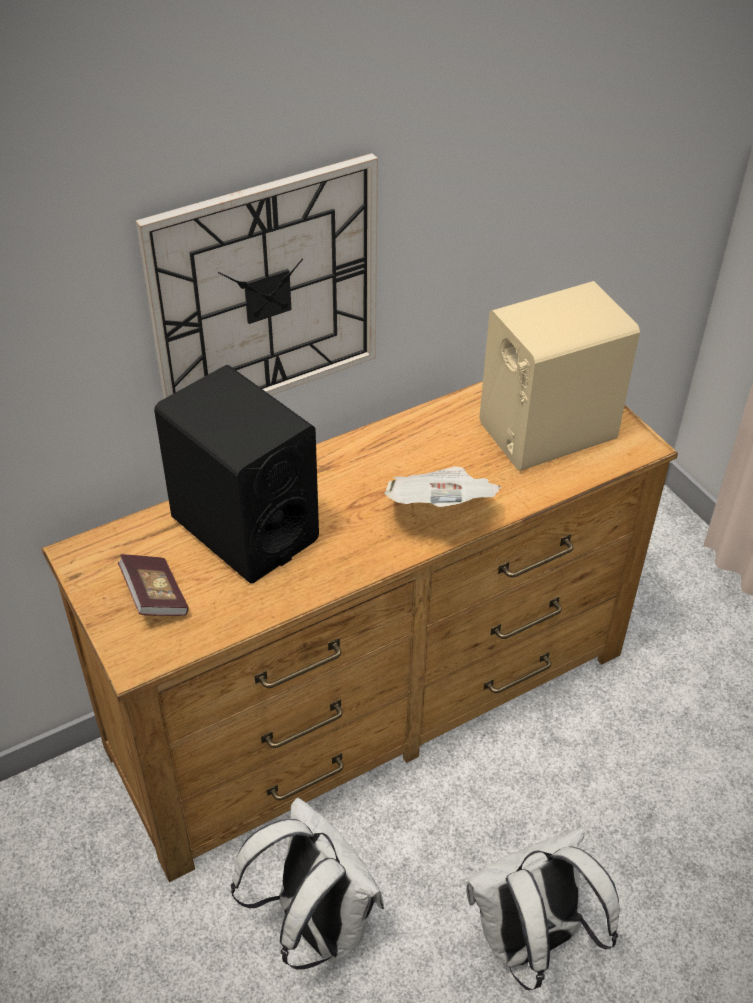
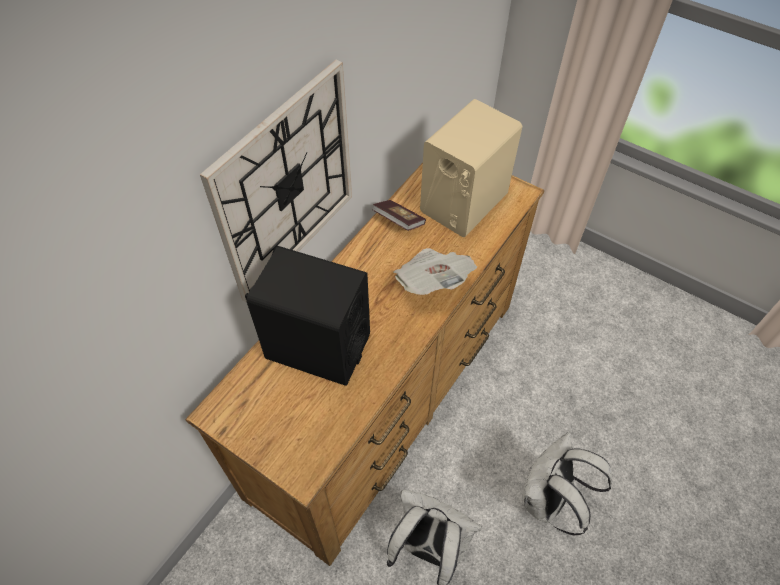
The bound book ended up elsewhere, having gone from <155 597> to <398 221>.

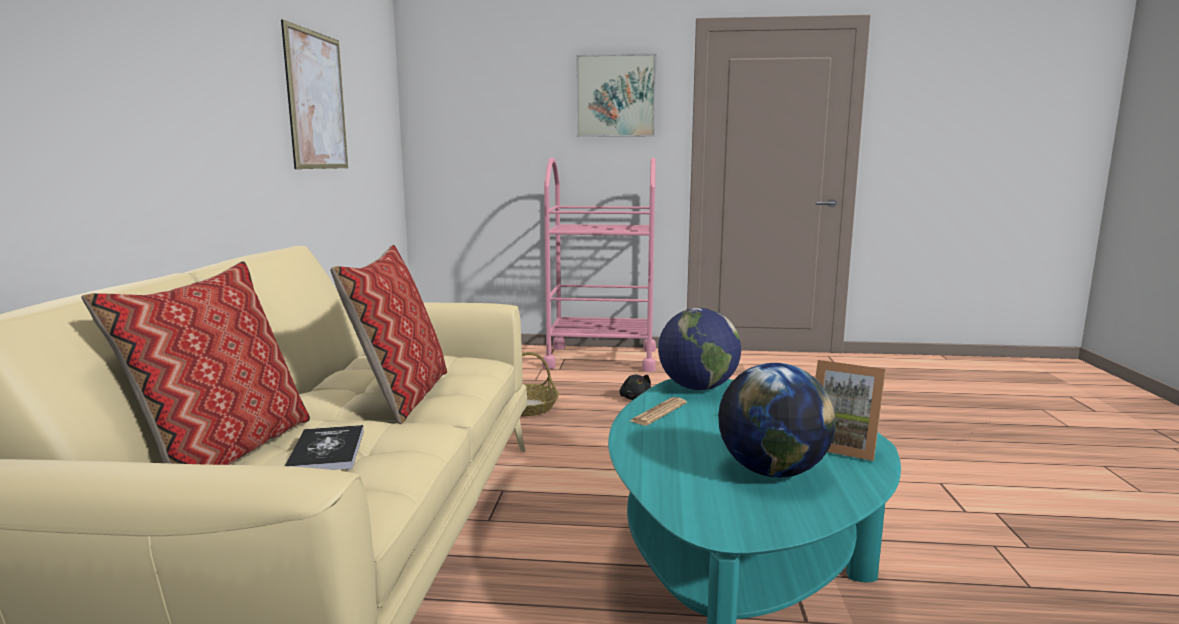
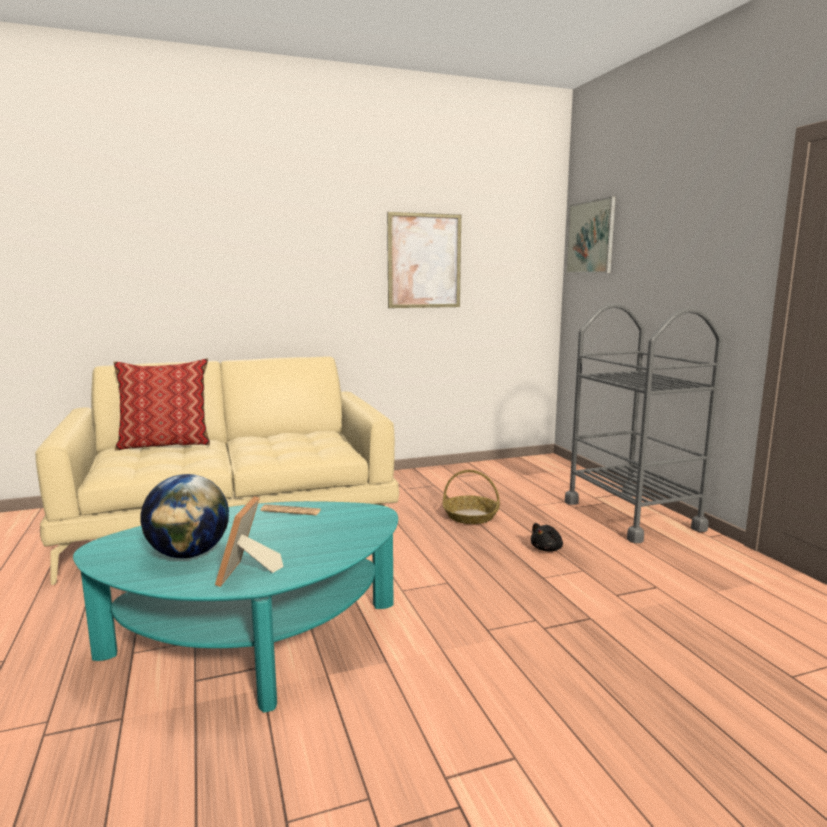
The second view lost the bound book at <326 451>. The second view lost the cushion at <401 396>. The second view lost the globe at <697 388>. The picture ended up elsewhere, having gone from <615 96> to <590 237>. What was the pink cart at <601 358> turned into the gray cart at <632 515>.

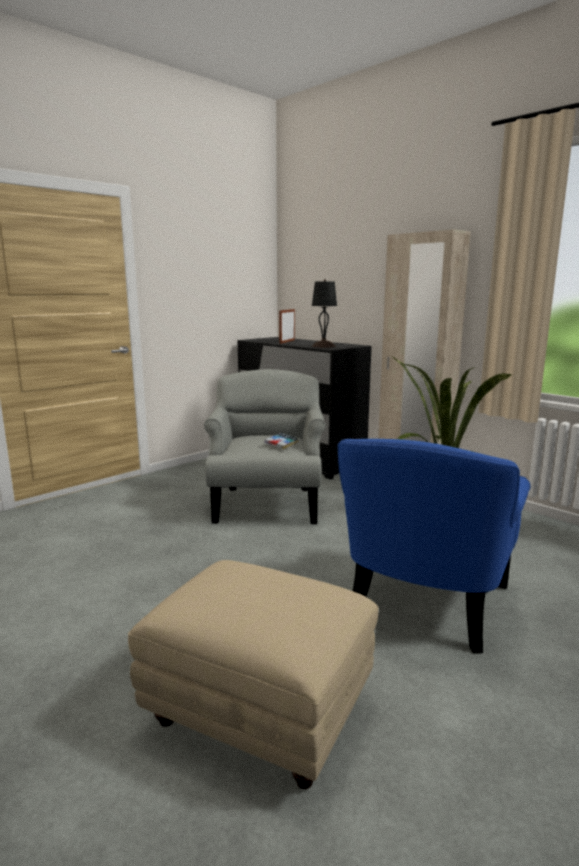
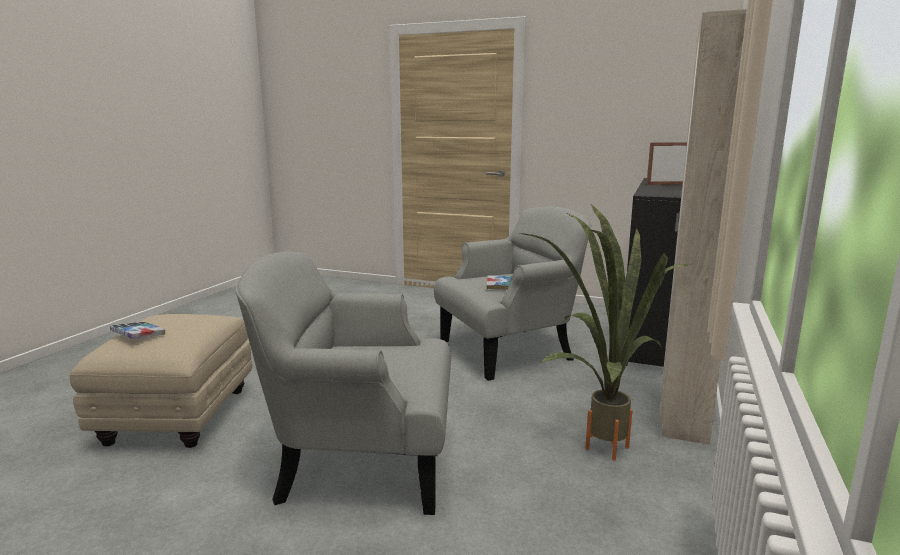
The second view lost the blackish tabletop lamp at <323 346>. The second view gained the bound book at <138 335>. What was the bluish easy chair at <425 601> turned into the gray easy chair at <361 461>.

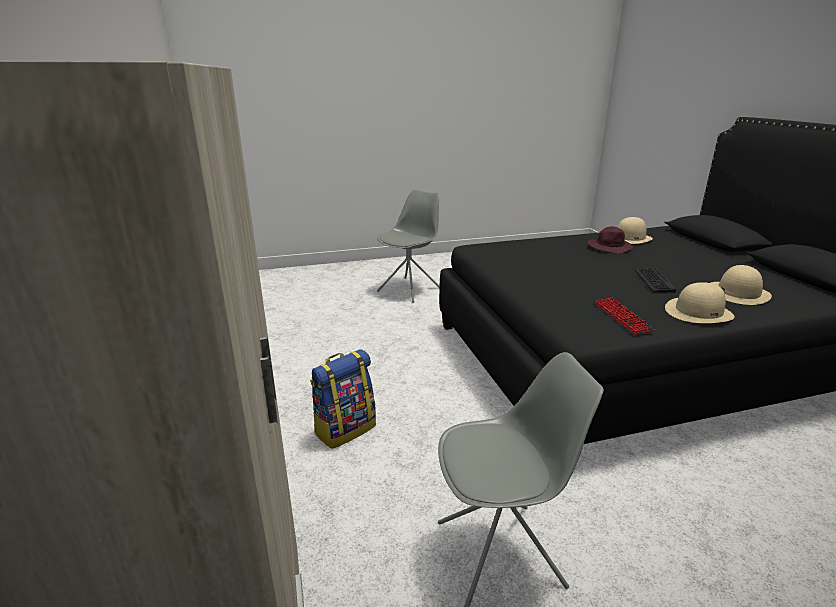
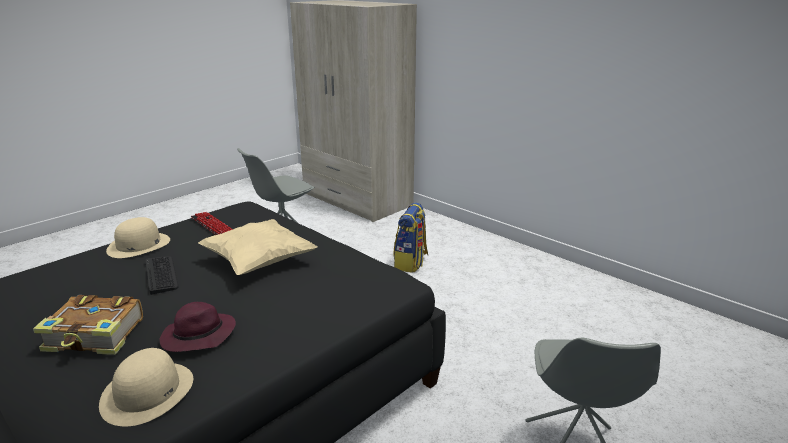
The second view lost the beige wearable hat at <738 293>. The second view gained the bound book at <96 336>. The second view gained the beige cushion at <259 263>.

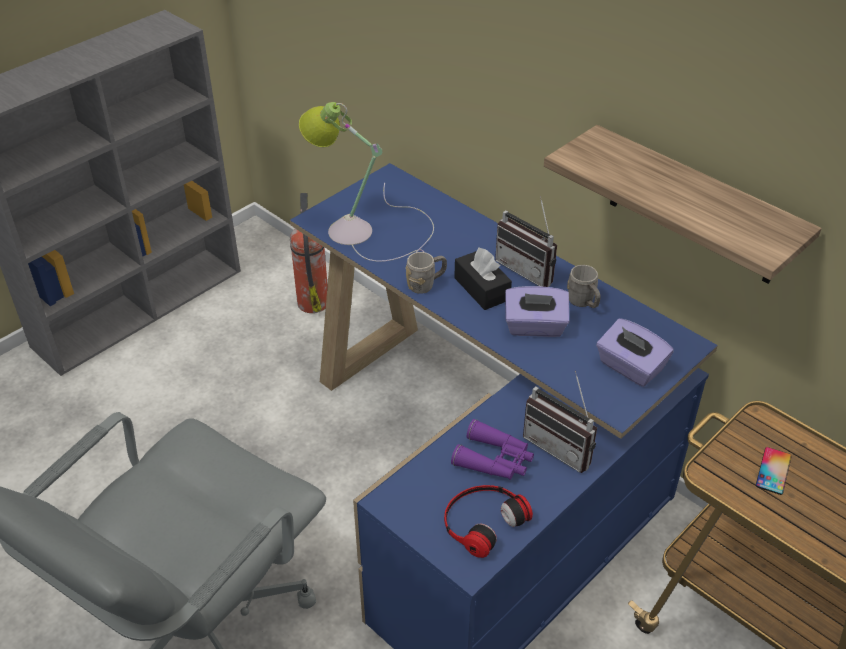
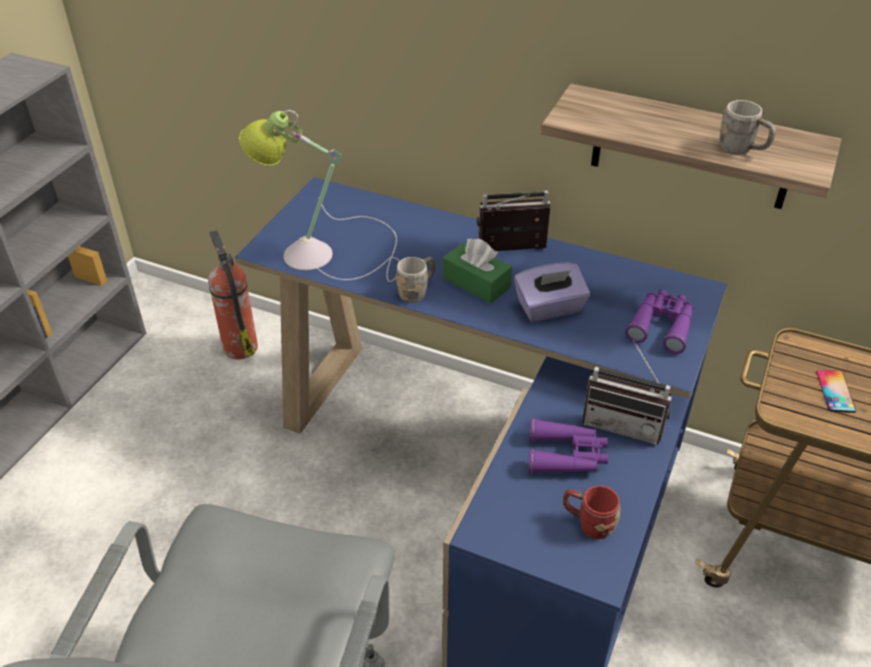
The gray tea mug ended up elsewhere, having gone from <583 303> to <742 150>. Where the headset stood at <482 521>, the red-coloured tea mug came to stand at <588 523>. Where the purple tissue box stood at <630 367>, the purple field glasses came to stand at <661 325>. What was the blackish tissue box at <482 289> turned into the greenish tissue box at <476 282>. The radio receiver at <529 269> ended up facing another way, 150 degrees clockwise from before.

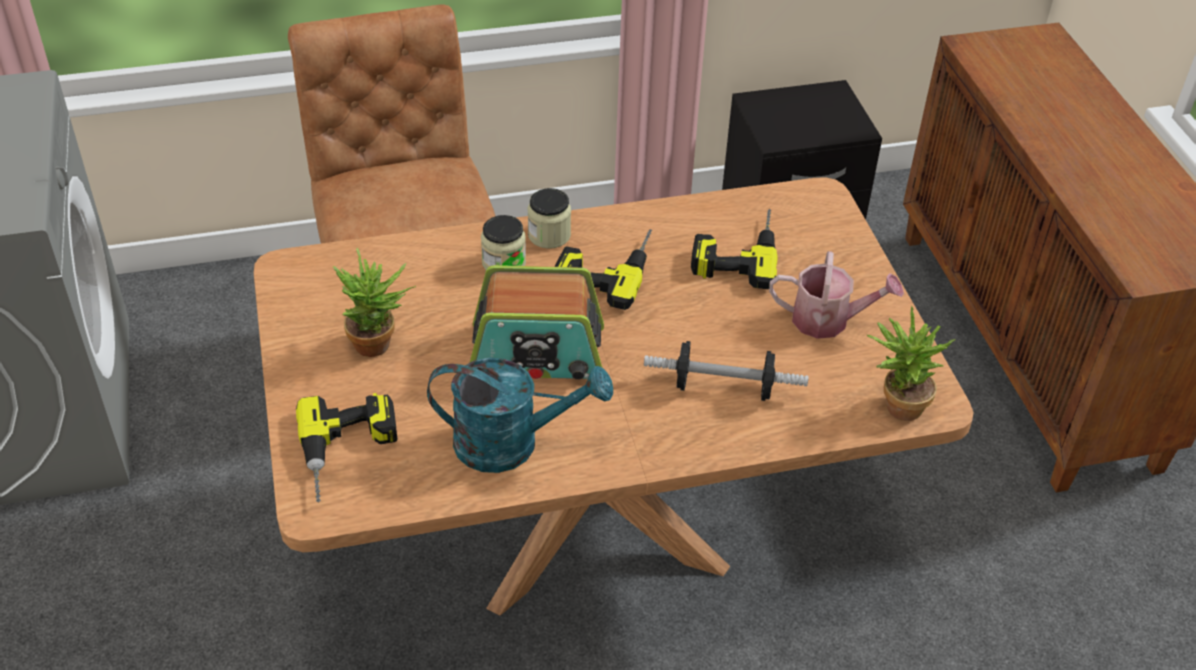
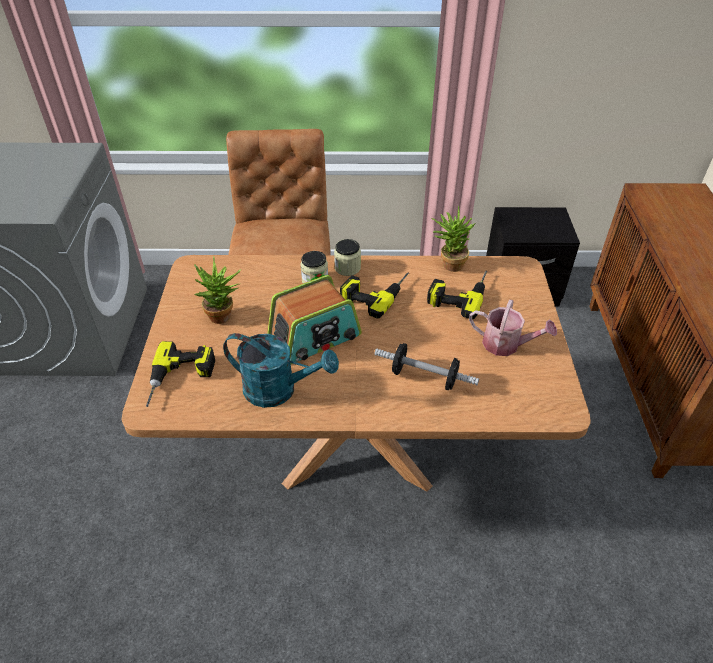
The potted plant ended up elsewhere, having gone from <896 406> to <449 264>. The radio receiver at <537 353> ended up facing another way, 45 degrees counterclockwise from before.

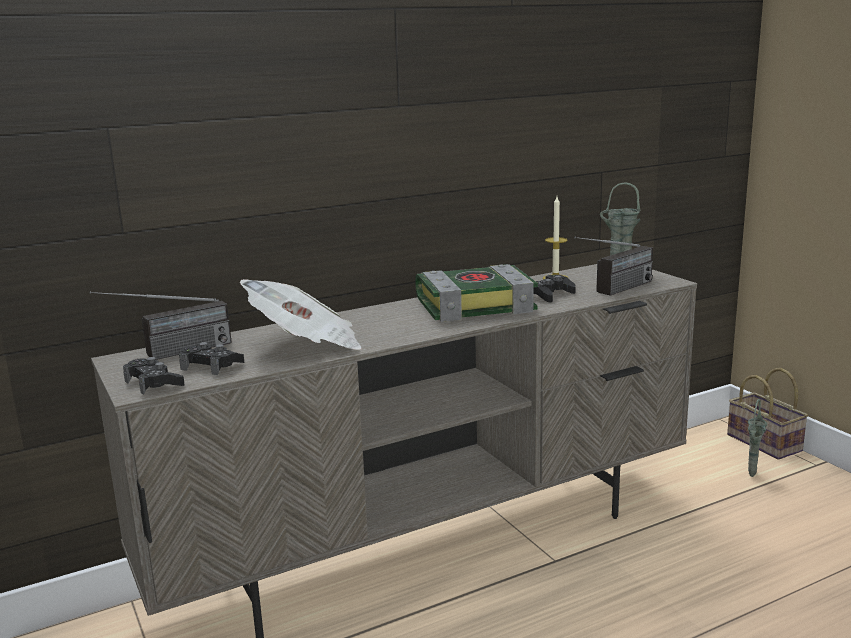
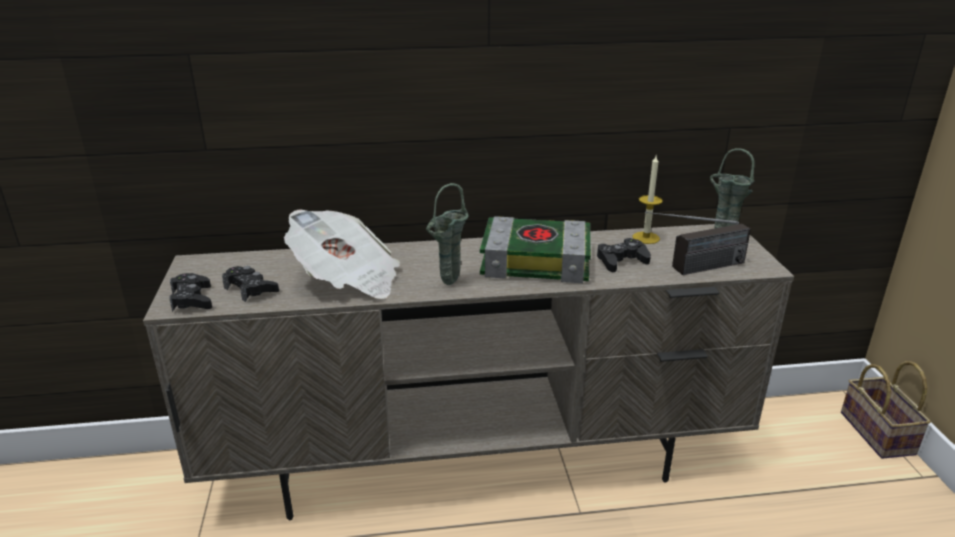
The second view lost the radio receiver at <168 354>. The greenish flower vase ended up elsewhere, having gone from <751 476> to <448 284>.

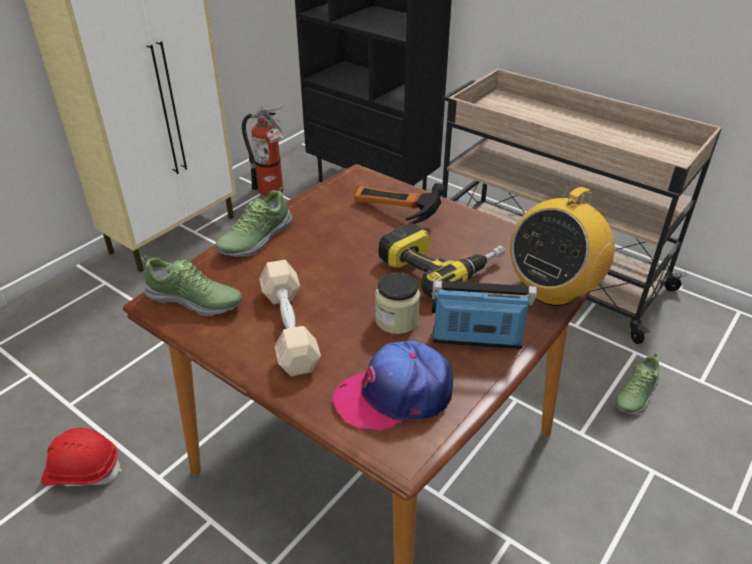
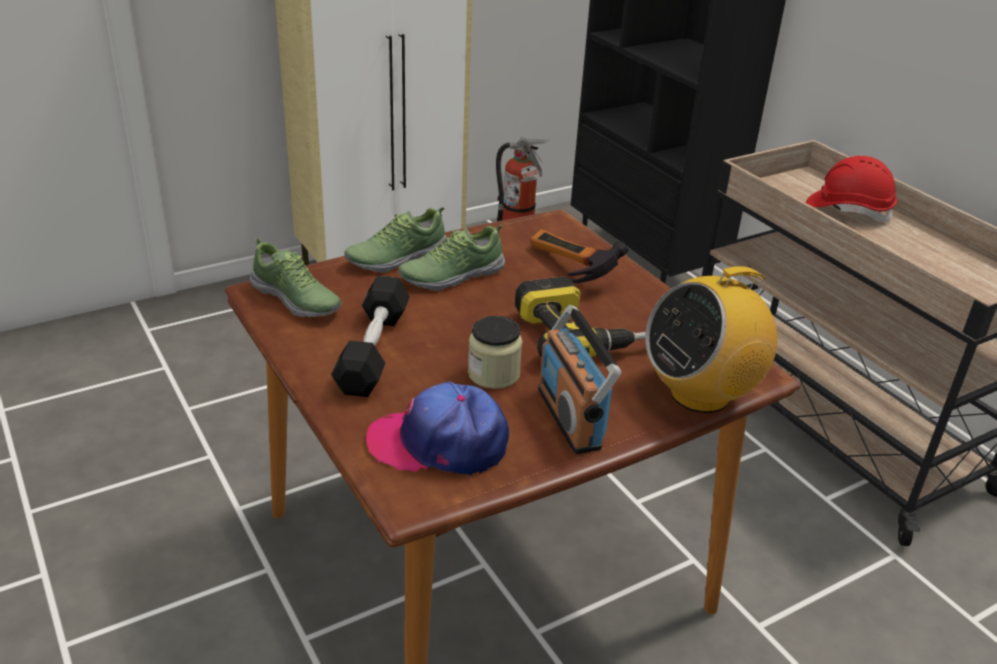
The red-coloured safety helmet ended up elsewhere, having gone from <82 470> to <848 210>. The item of footwear ended up elsewhere, having gone from <634 394> to <451 275>. What was the beige dumbbell at <289 328> turned into the blackish dumbbell at <373 350>. The radio receiver at <476 339> ended up facing another way, 135 degrees counterclockwise from before.

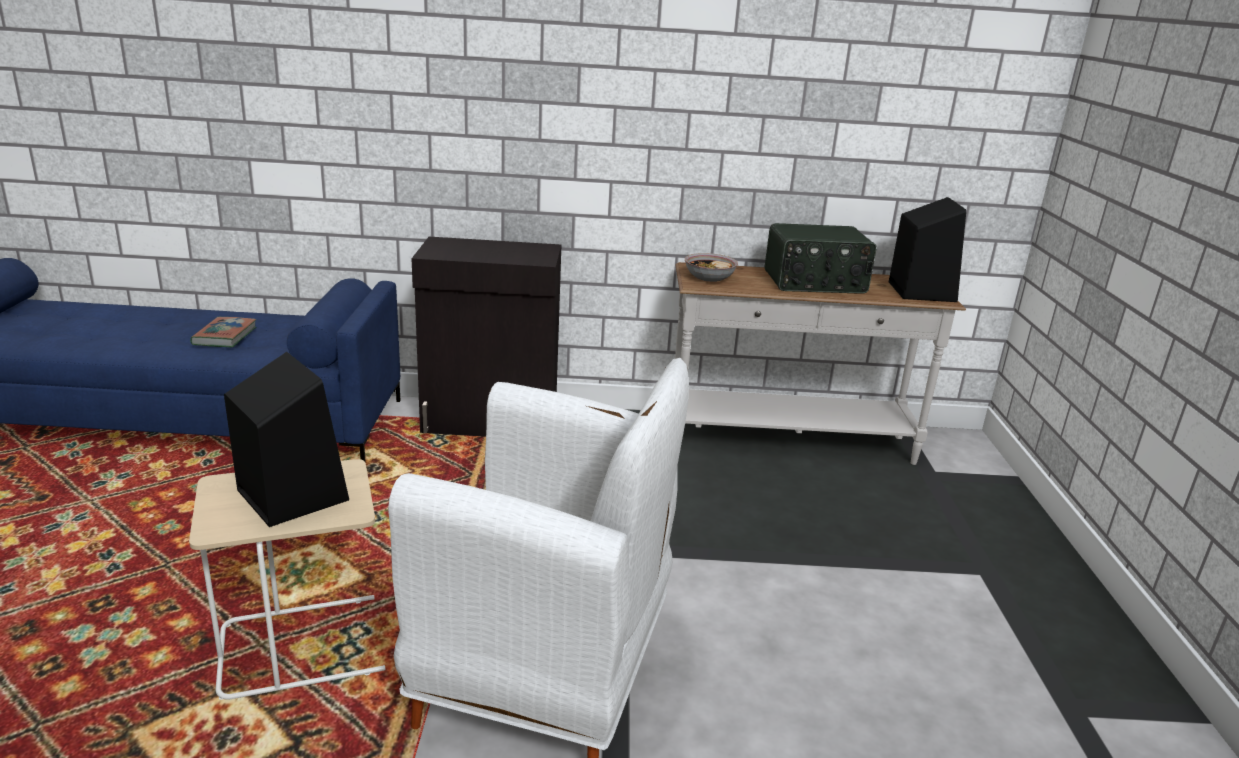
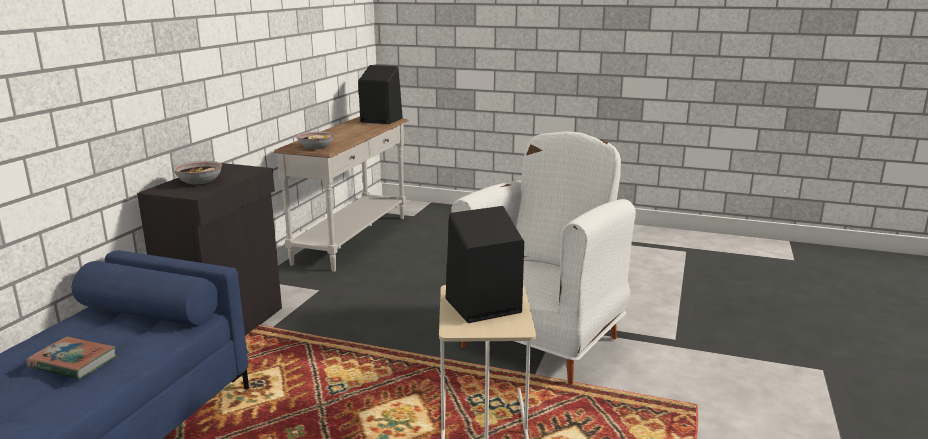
The second view lost the radio receiver at <815 283>. The second view gained the deep dish at <199 181>.

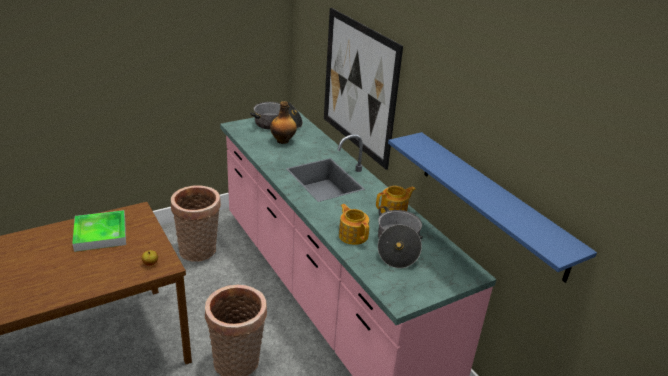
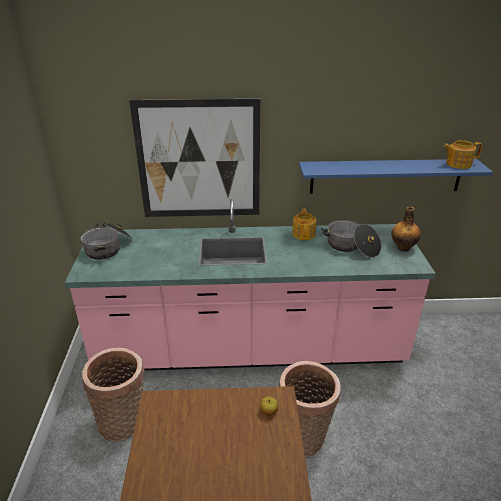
The second view lost the carrying tray at <100 234>. The drink bottle ended up elsewhere, having gone from <283 141> to <403 247>. The tea pot ended up elsewhere, having gone from <353 235> to <458 164>.

